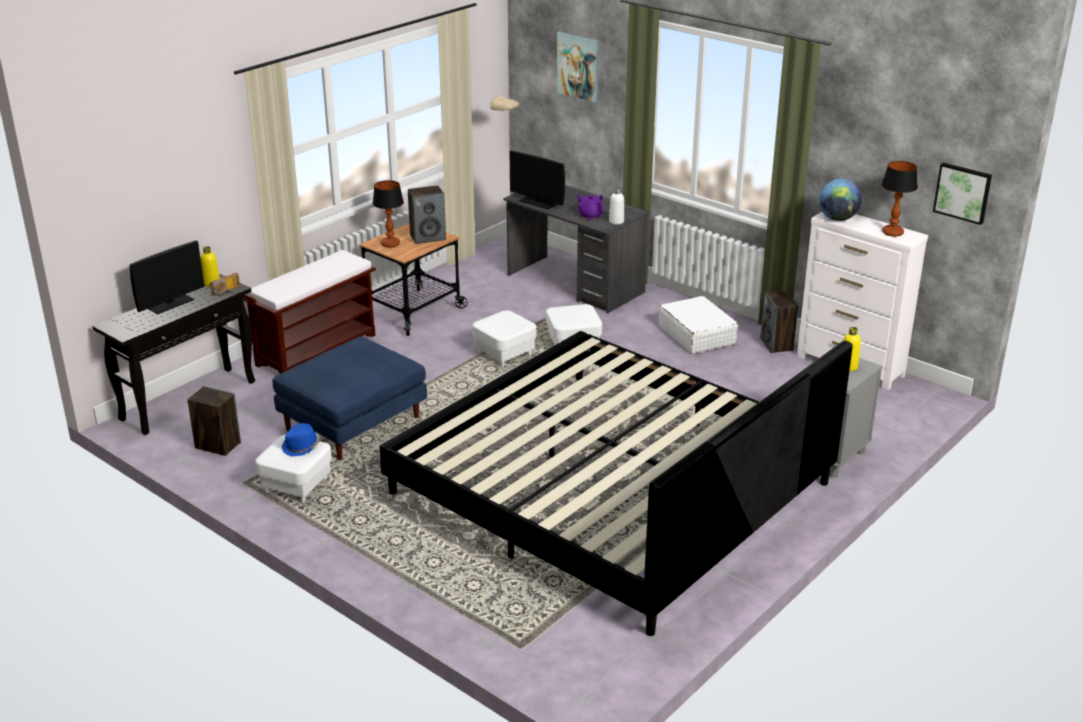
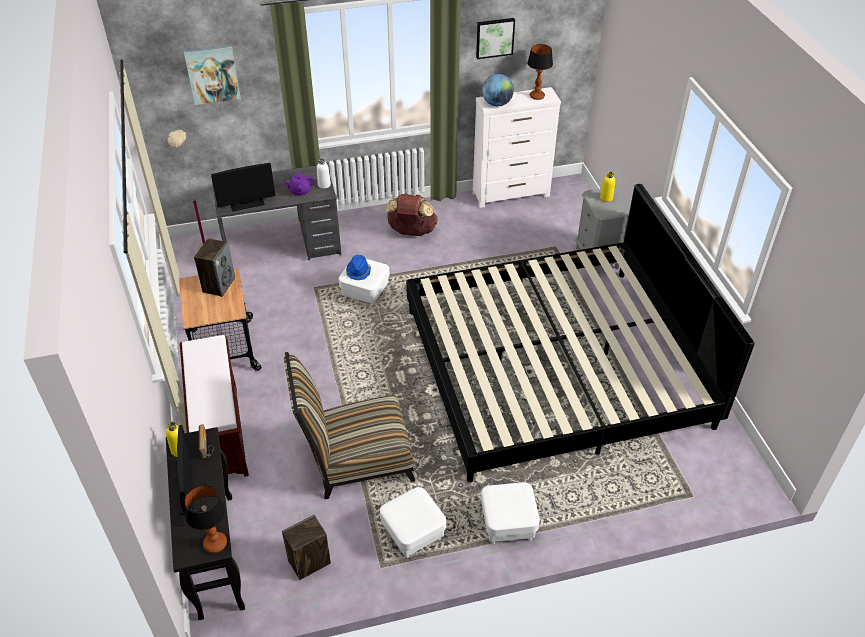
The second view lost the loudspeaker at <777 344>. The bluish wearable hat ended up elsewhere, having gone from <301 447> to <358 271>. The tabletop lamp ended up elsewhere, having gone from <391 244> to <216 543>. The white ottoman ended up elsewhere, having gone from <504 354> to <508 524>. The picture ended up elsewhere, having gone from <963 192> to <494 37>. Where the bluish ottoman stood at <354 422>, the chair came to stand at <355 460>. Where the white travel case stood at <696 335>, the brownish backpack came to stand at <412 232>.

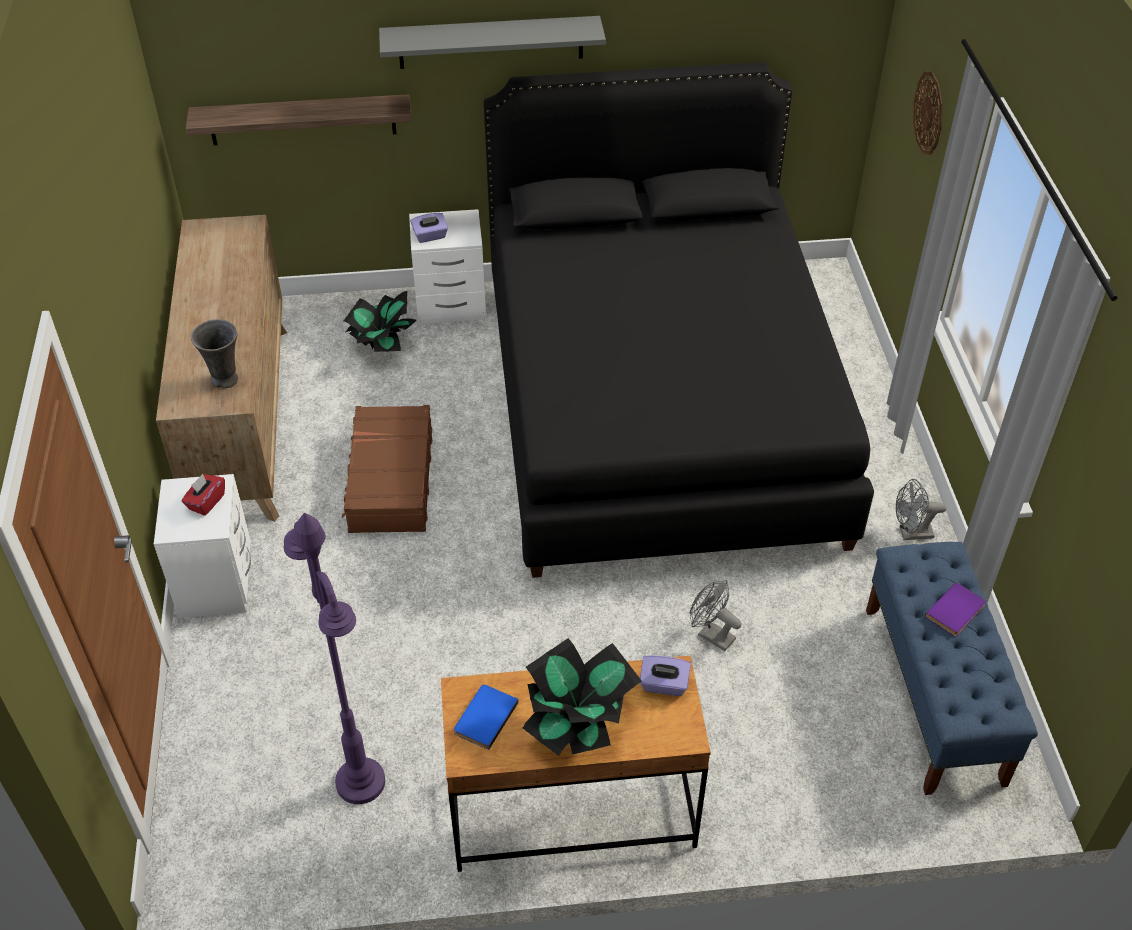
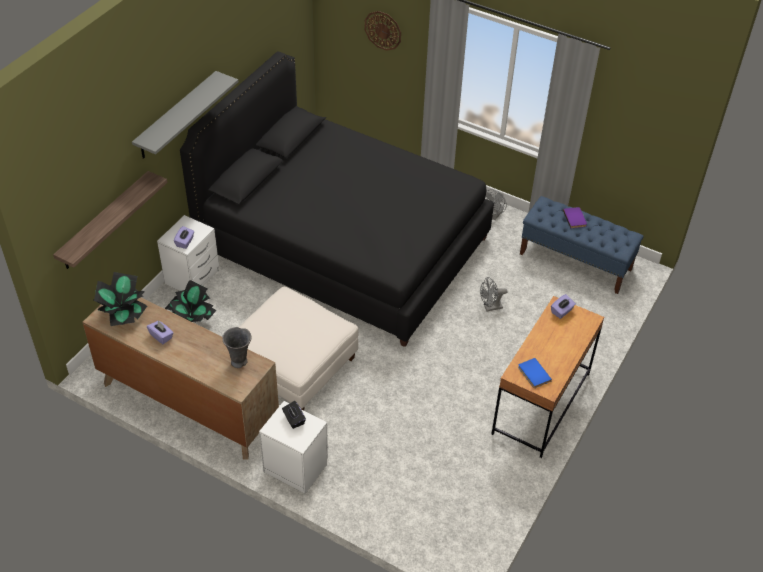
The second view lost the purple floor lamp at <360 781>. The second view gained the purple tissue box at <161 336>. The potted plant ended up elsewhere, having gone from <578 721> to <123 313>. Where the brownish travel case stood at <390 480>, the white ottoman came to stand at <293 365>. What was the red-coloured tissue box at <206 502> turned into the blackish tissue box at <293 420>.

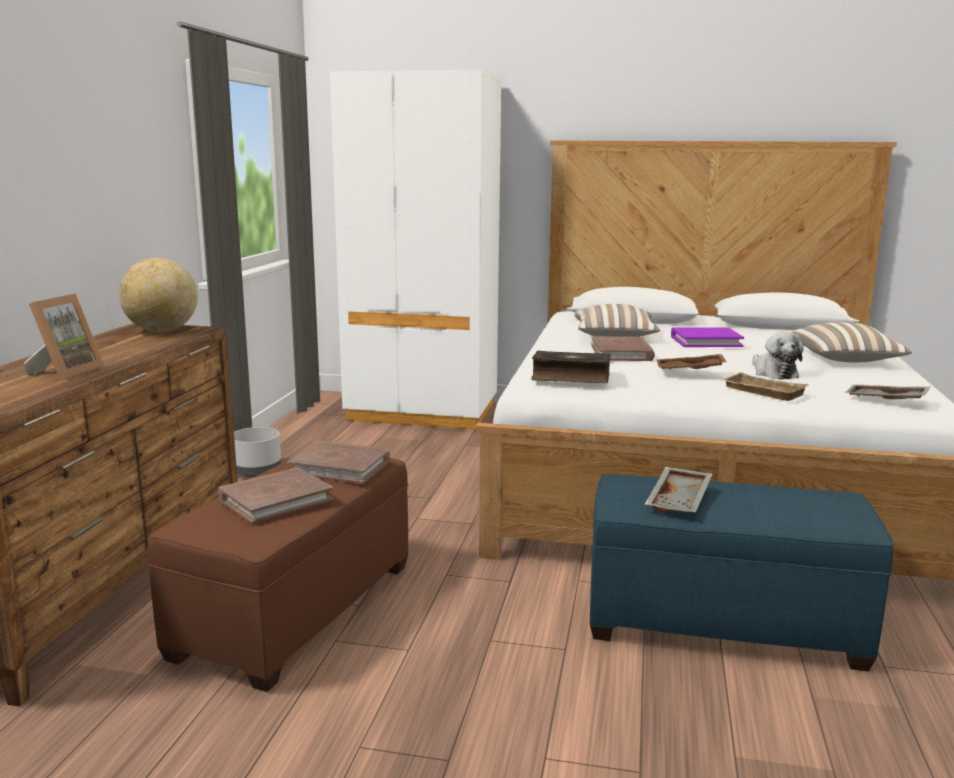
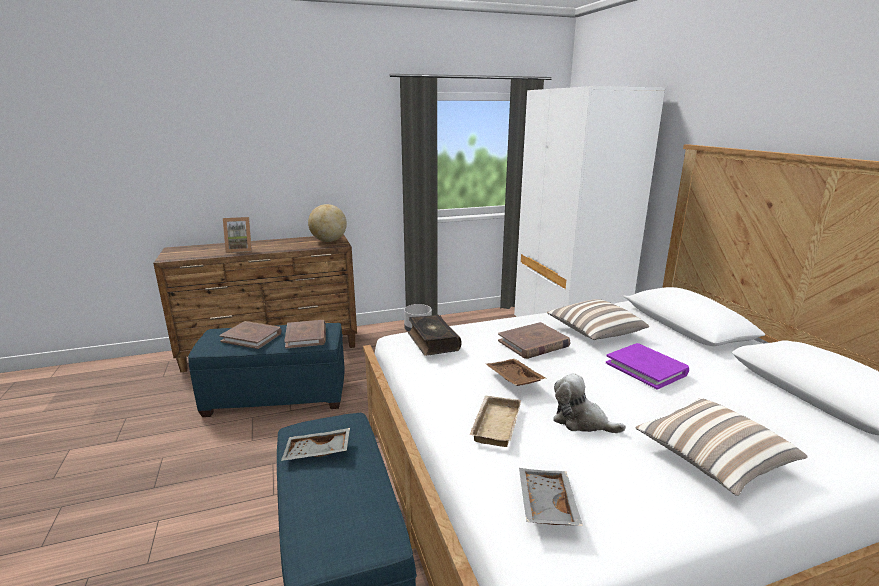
What was the brownish ottoman at <296 609> turned into the bluish ottoman at <278 396>. The plush toy at <773 373> ended up facing another way, 75 degrees clockwise from before.

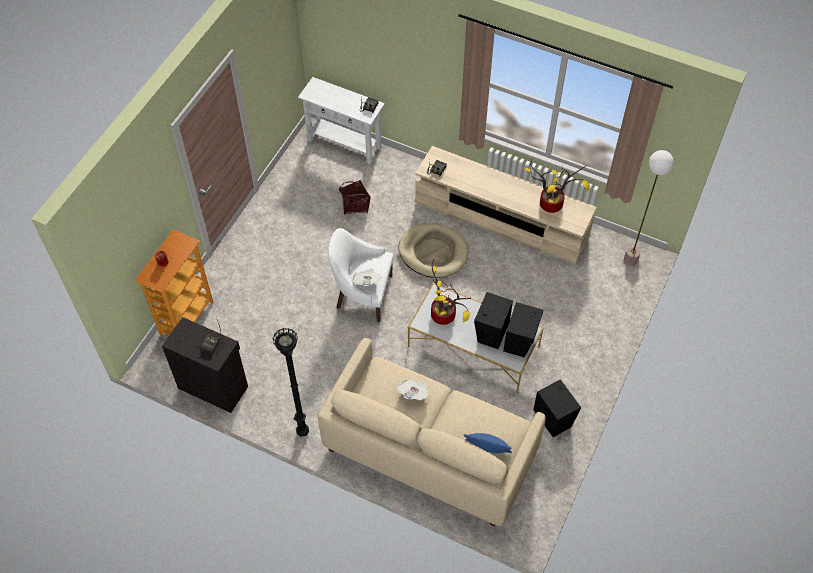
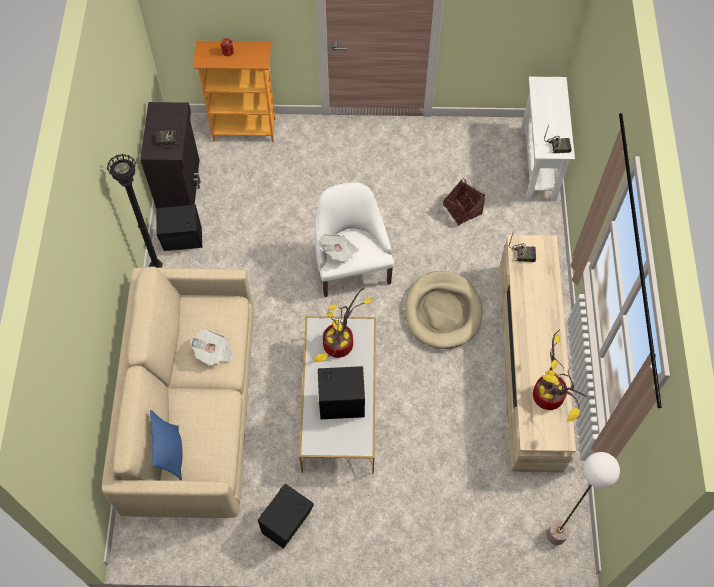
The blackish loudspeaker ended up elsewhere, having gone from <520 339> to <183 241>.

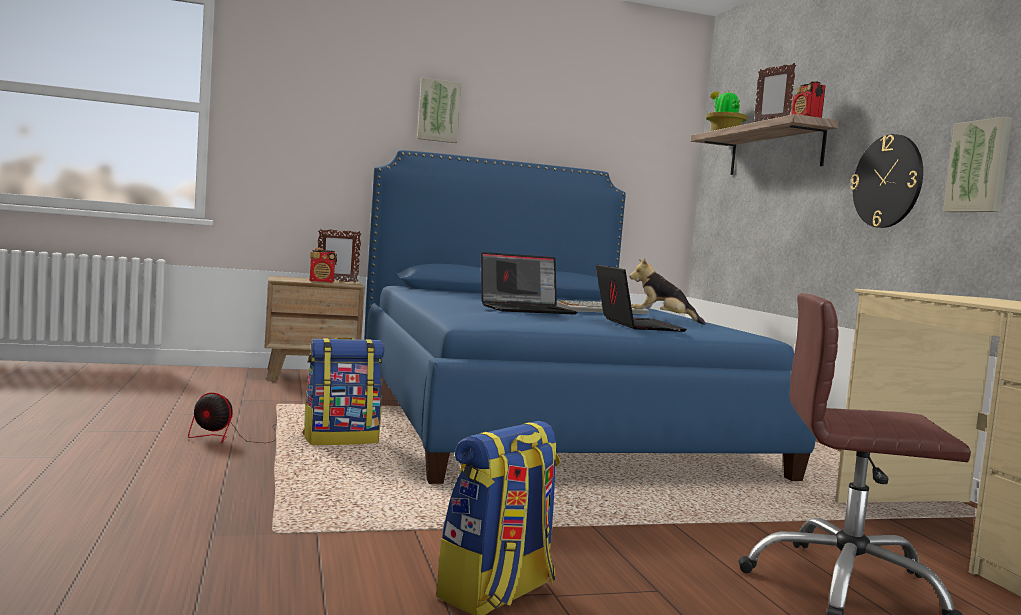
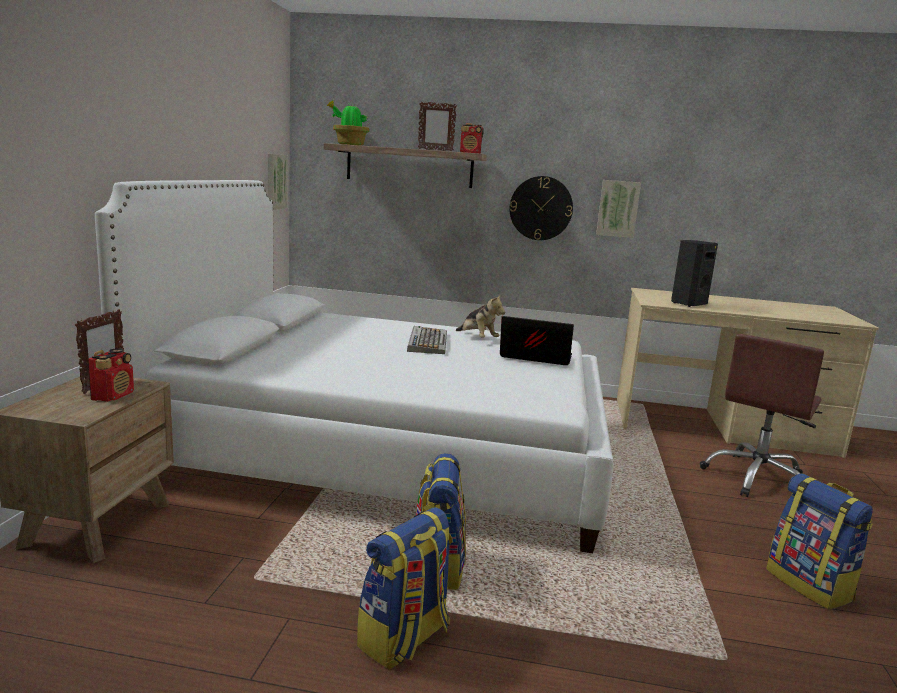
The second view lost the laptop at <527 309>. The second view gained the blackish loudspeaker at <687 304>. The picture ended up elsewhere, having gone from <438 111> to <275 181>. Where the cooling fan stood at <233 437>, the backpack came to stand at <404 639>. What was the bluish sleeping bed at <539 416> turned into the white sleeping bed at <386 448>. The plush toy at <663 319> ended up facing another way, 90 degrees counterclockwise from before.

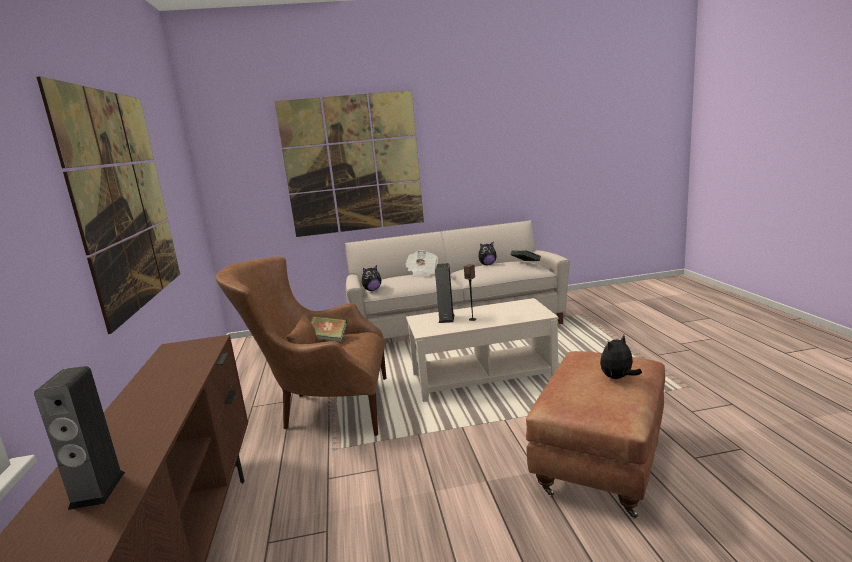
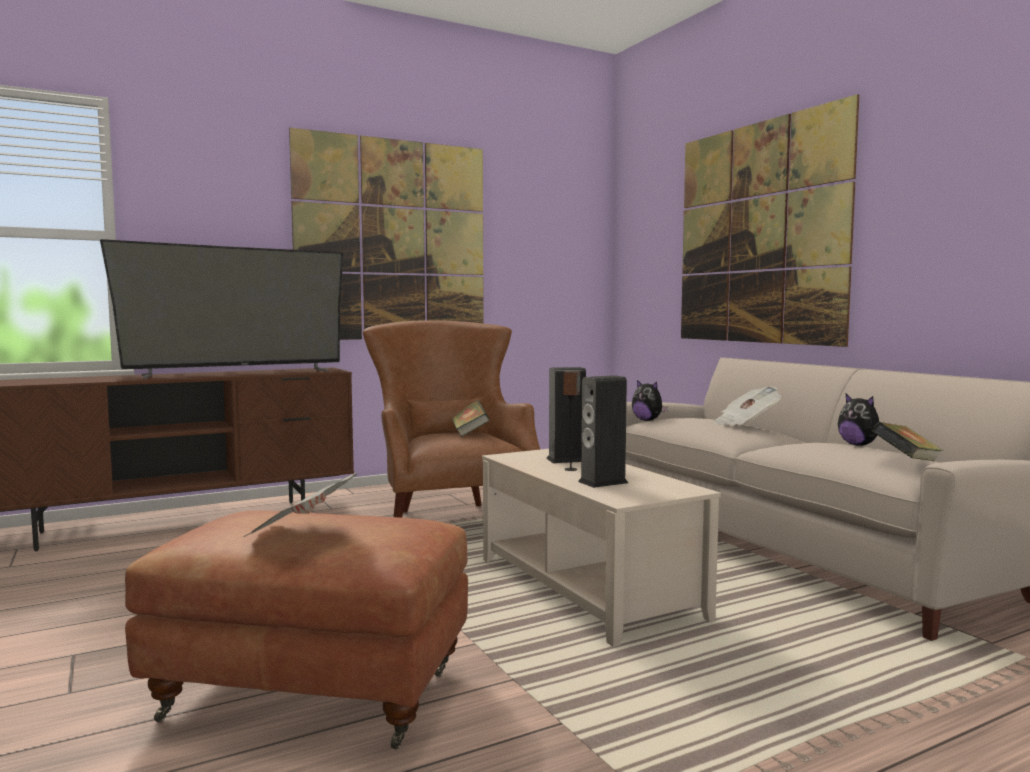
The second view gained the TV at <236 373>. The loudspeaker ended up elsewhere, having gone from <97 490> to <603 482>. Where the plush toy stood at <618 378>, the printed paper came to stand at <302 535>.

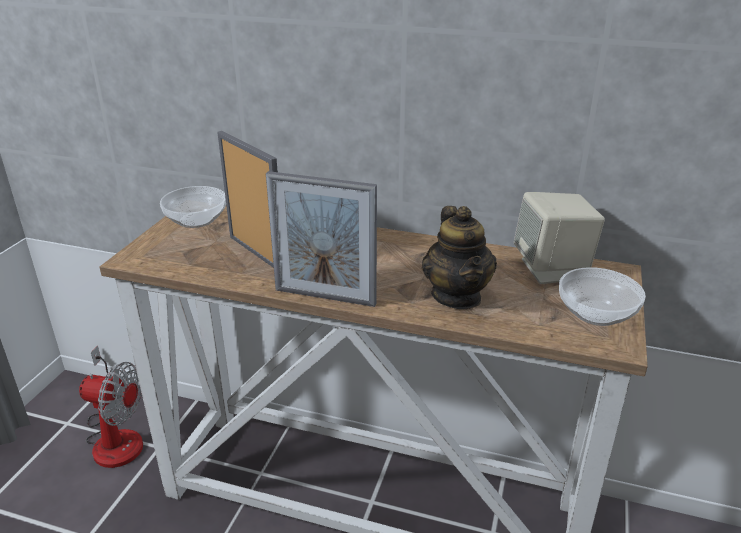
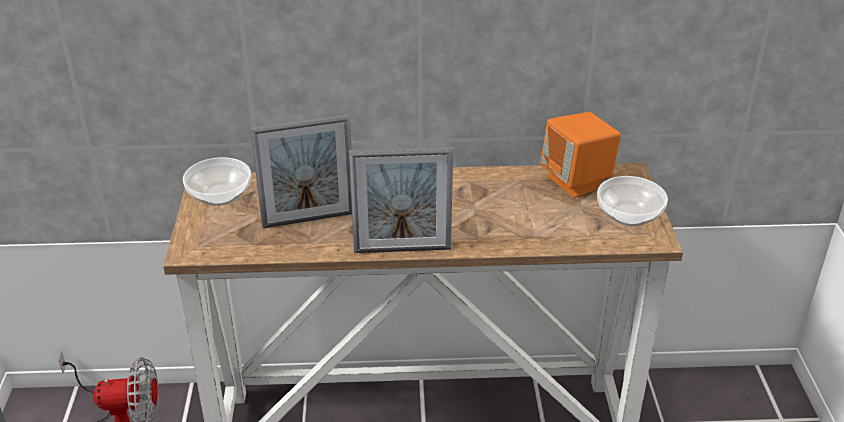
The second view lost the tea pot at <457 296>. What was the beige loudspeaker at <551 269> turned into the orangey loudspeaker at <577 181>. The picture frame at <256 253> ended up facing another way, 135 degrees clockwise from before.

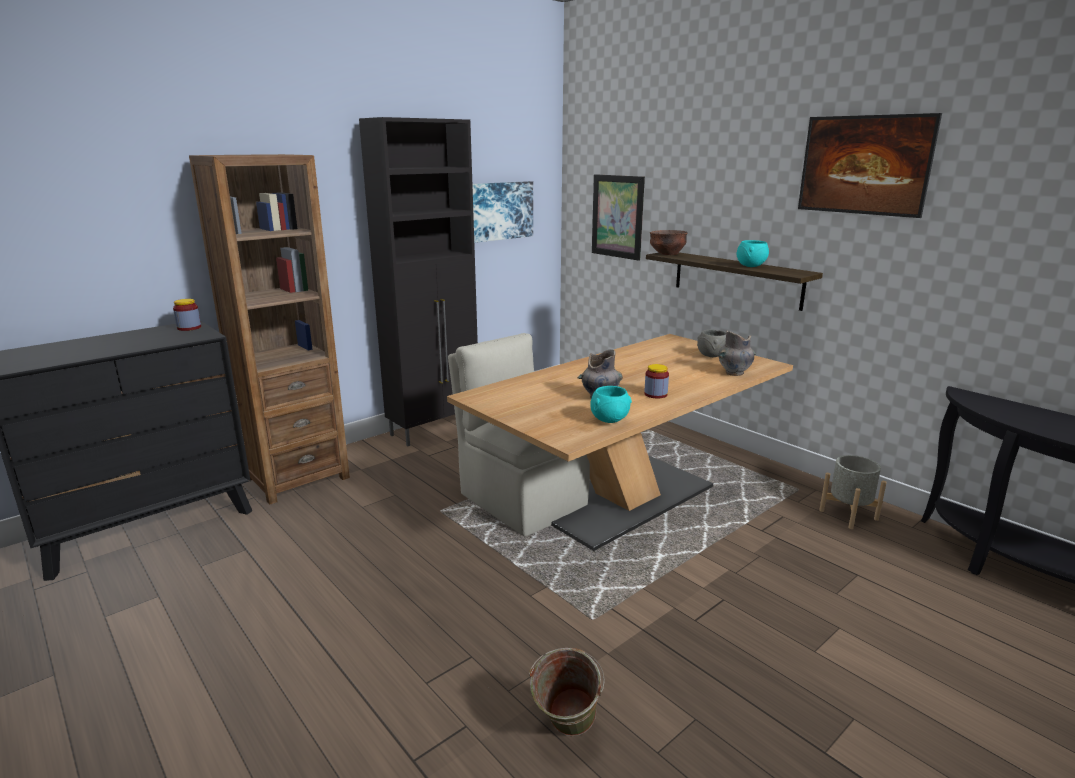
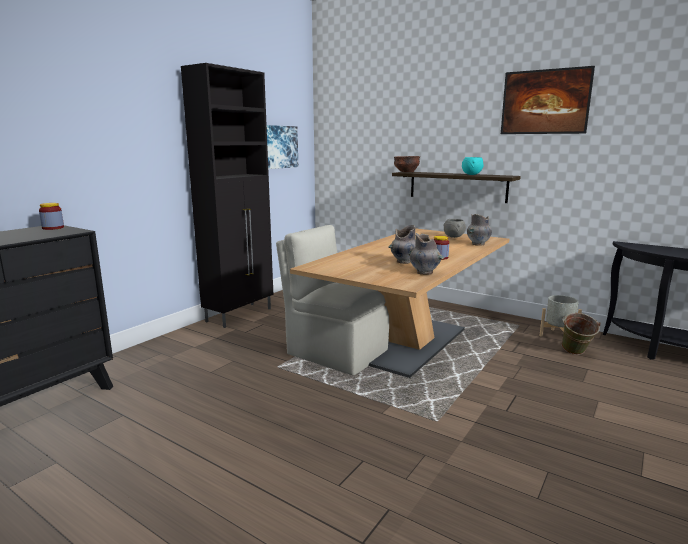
The second view lost the brownish bookshelf at <297 478>. The second view lost the picture at <617 216>. The greenish water bucket ended up elsewhere, having gone from <566 732> to <575 354>. Where the blue-green deep dish stood at <610 421>, the gray flower vase came to stand at <425 273>.

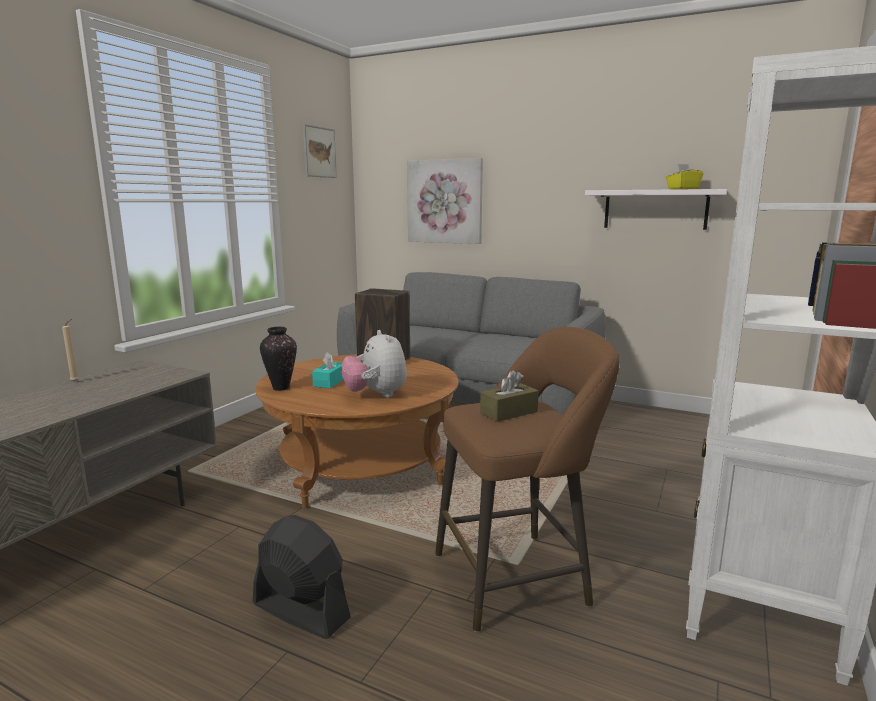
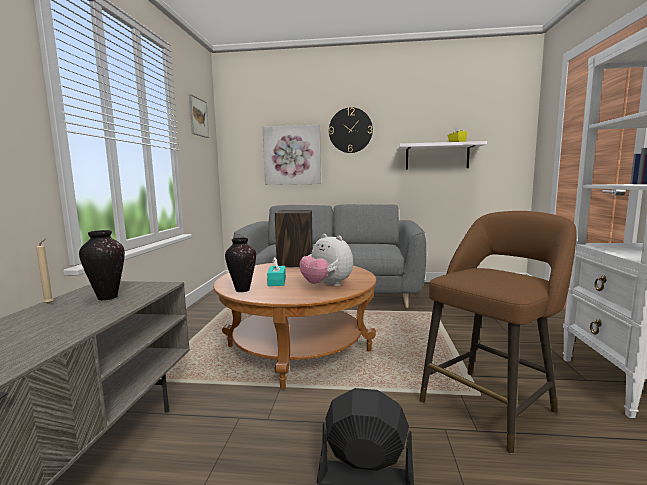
The second view lost the brownish tissue box at <509 412>. The second view gained the flower vase at <107 297>. The second view gained the clock on the wall at <350 130>.

